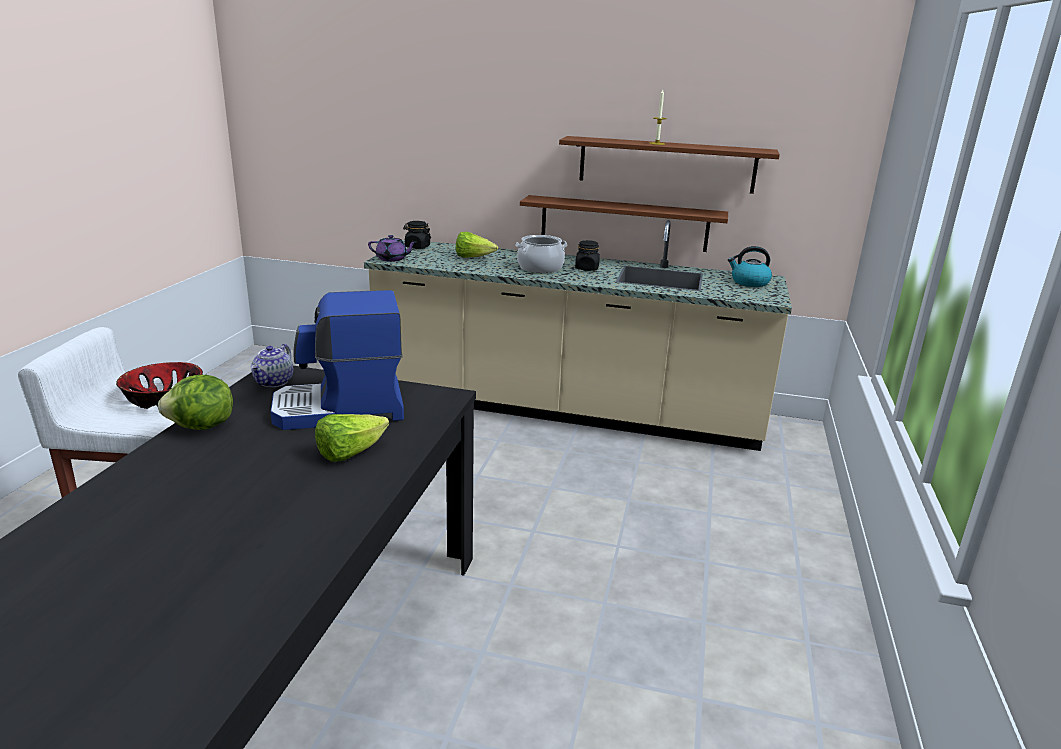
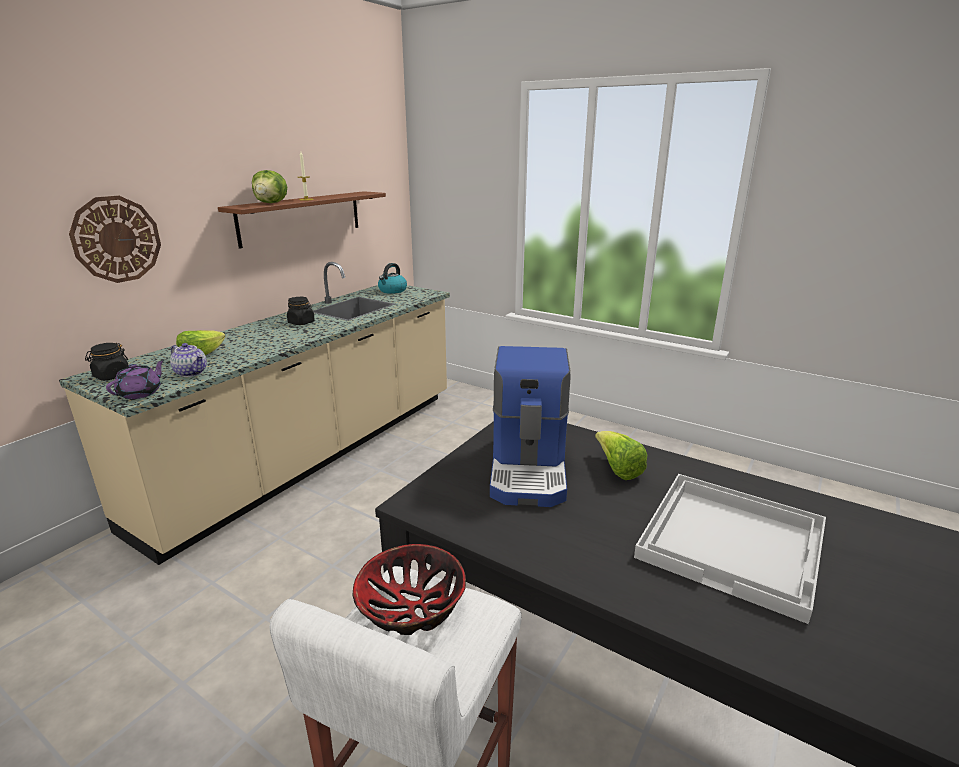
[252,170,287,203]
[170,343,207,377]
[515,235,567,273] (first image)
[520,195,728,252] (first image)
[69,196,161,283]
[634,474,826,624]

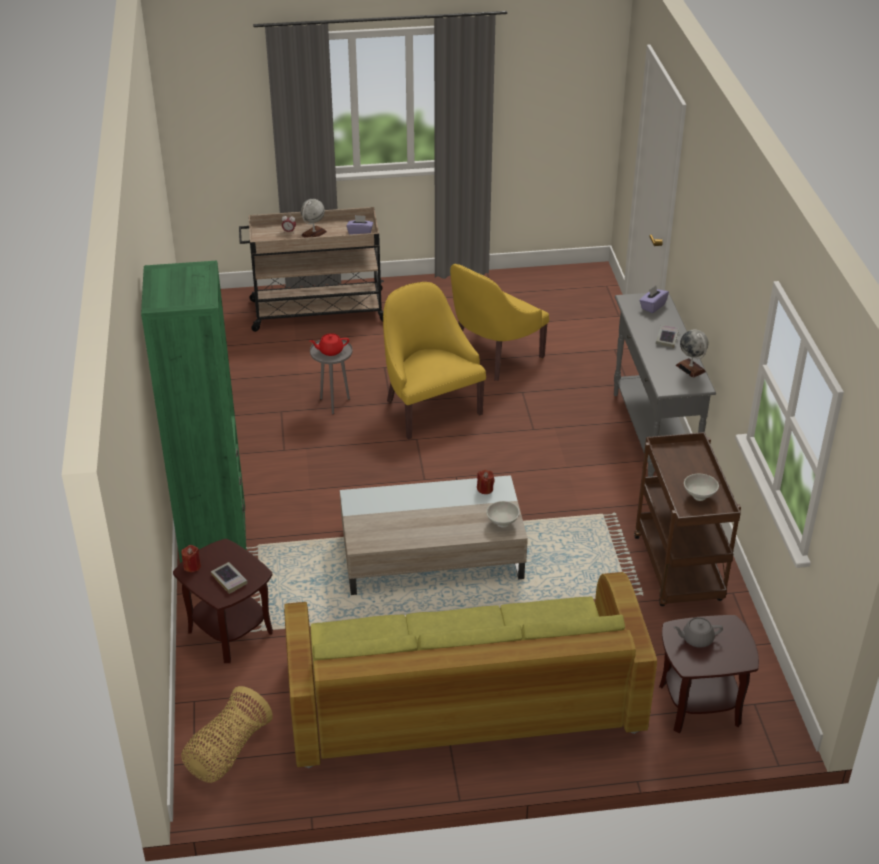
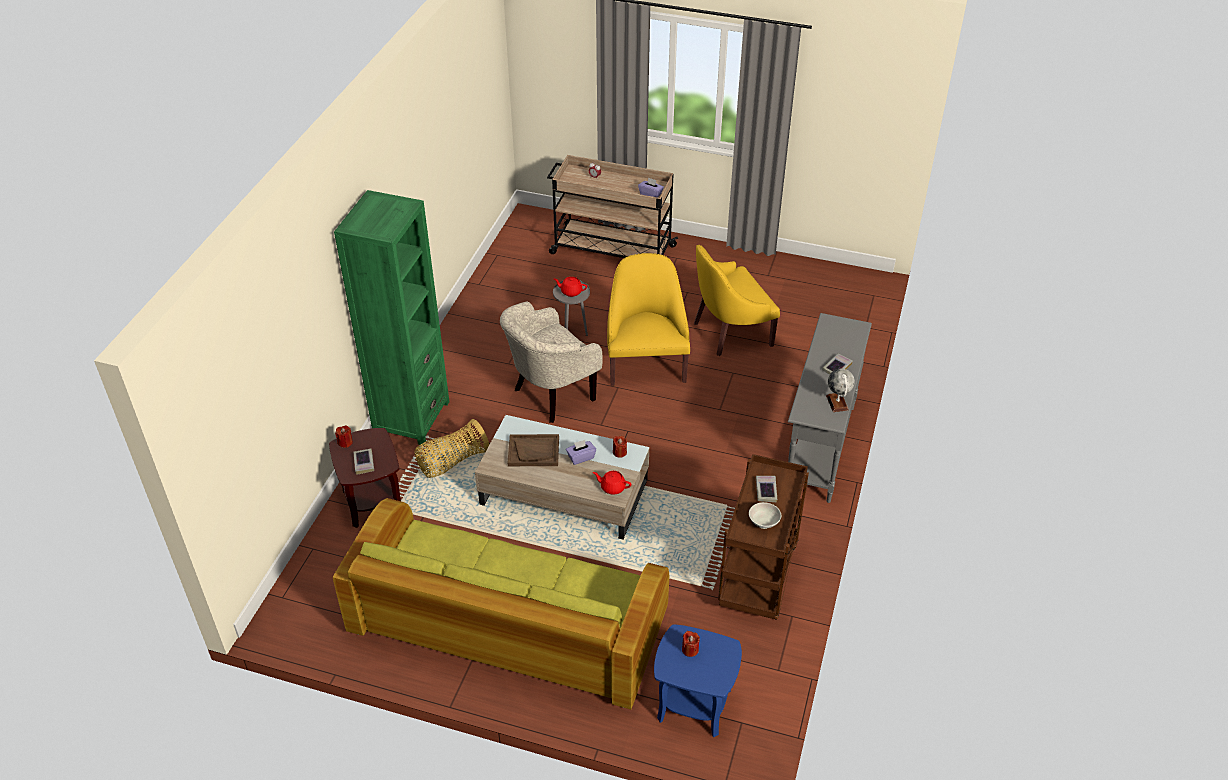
[415,419,489,478]
[301,199,327,238] (first image)
[593,471,631,495]
[566,440,596,465]
[654,624,742,737]
[682,631,700,657]
[500,301,603,423]
[508,434,559,466]
[756,476,777,502]

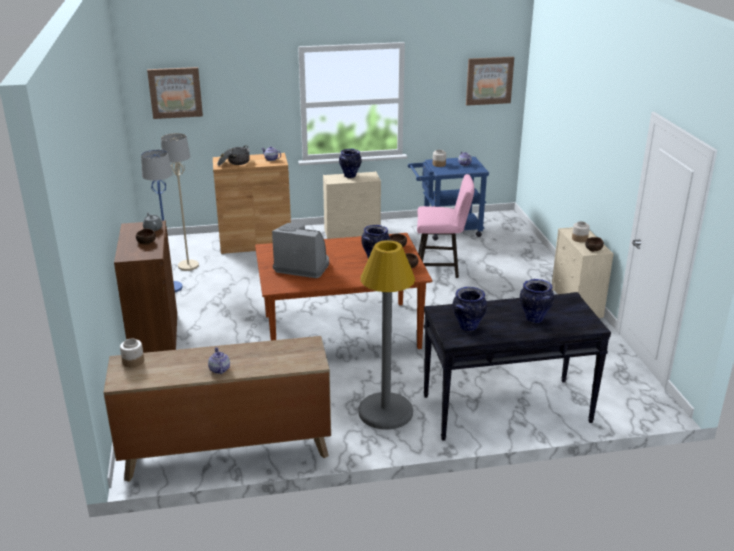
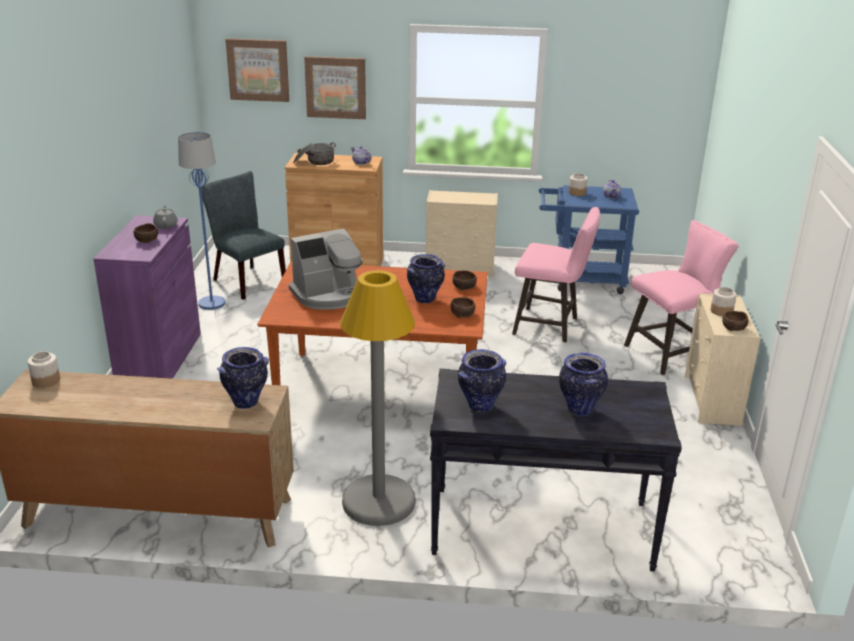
[93,215,201,379]
[201,171,286,300]
[208,347,230,374] (first image)
[289,229,363,310]
[217,347,269,409]
[304,56,366,119]
[624,220,739,375]

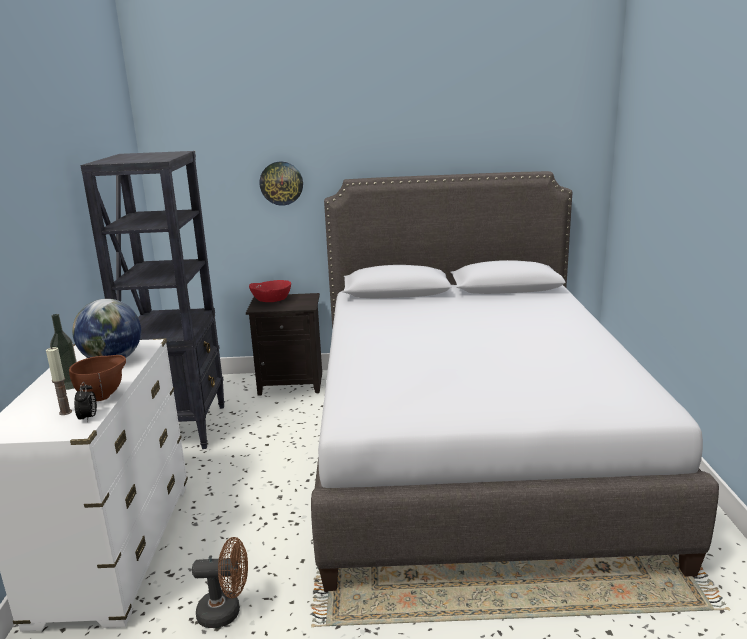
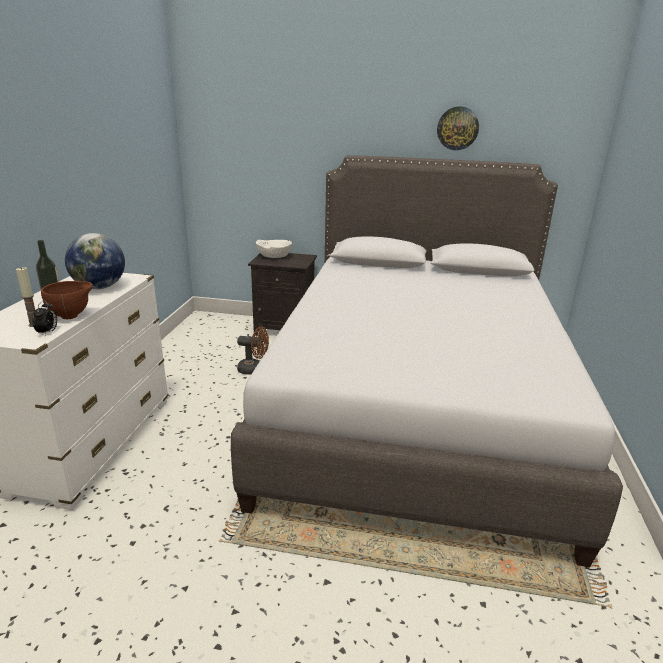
[80,151,225,449] (first image)
[237,326,269,375]
[256,240,292,258]
[437,106,479,150]

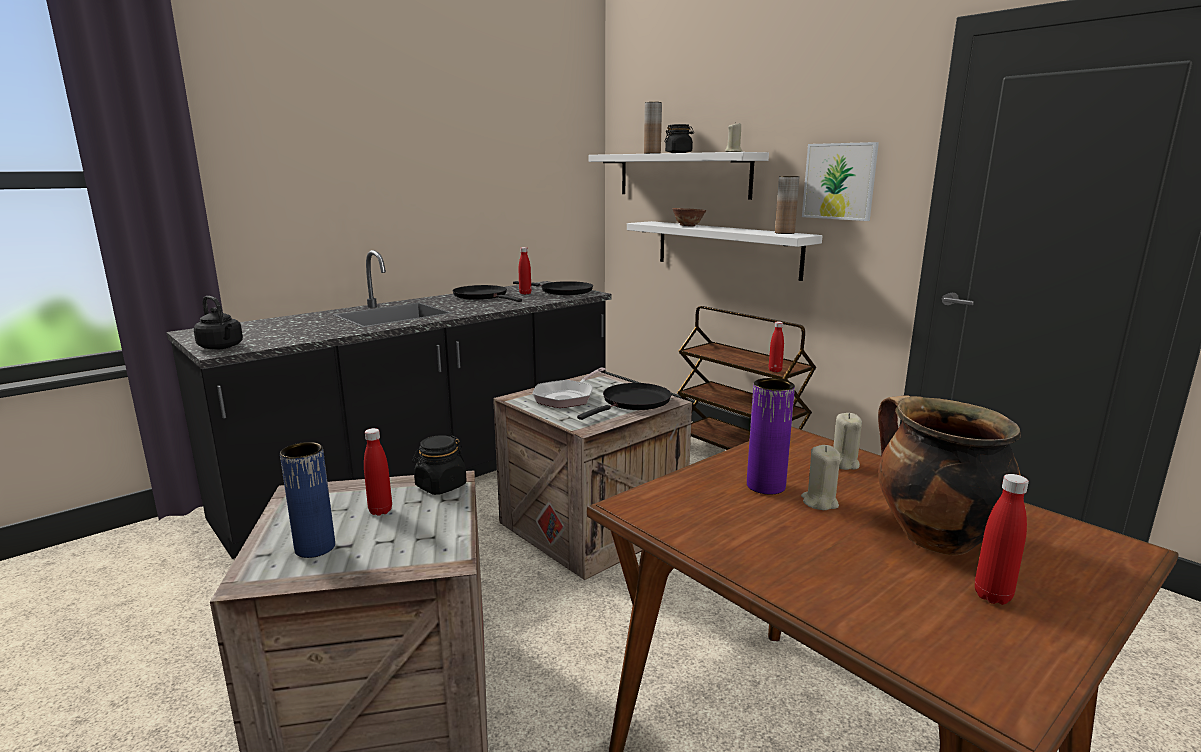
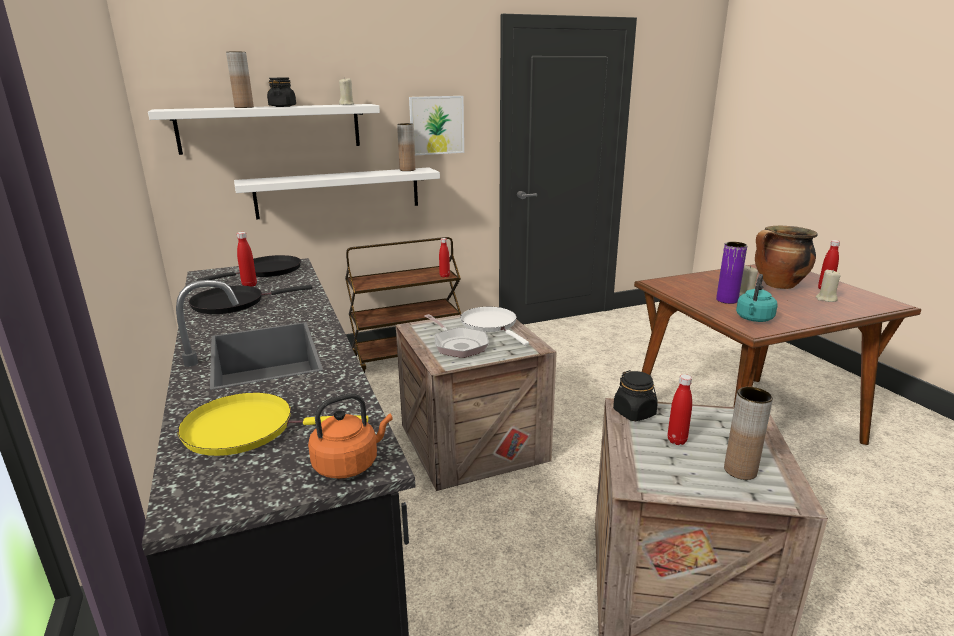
[308,393,393,479]
[724,387,773,480]
[460,307,529,345]
[673,208,706,226] (first image)
[816,270,841,302]
[178,392,369,456]
[736,274,778,322]

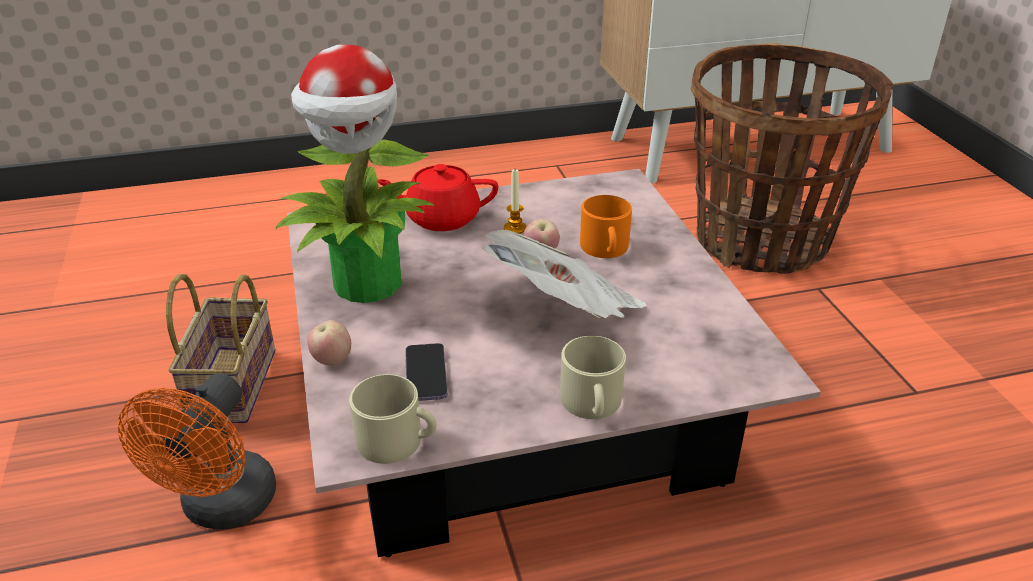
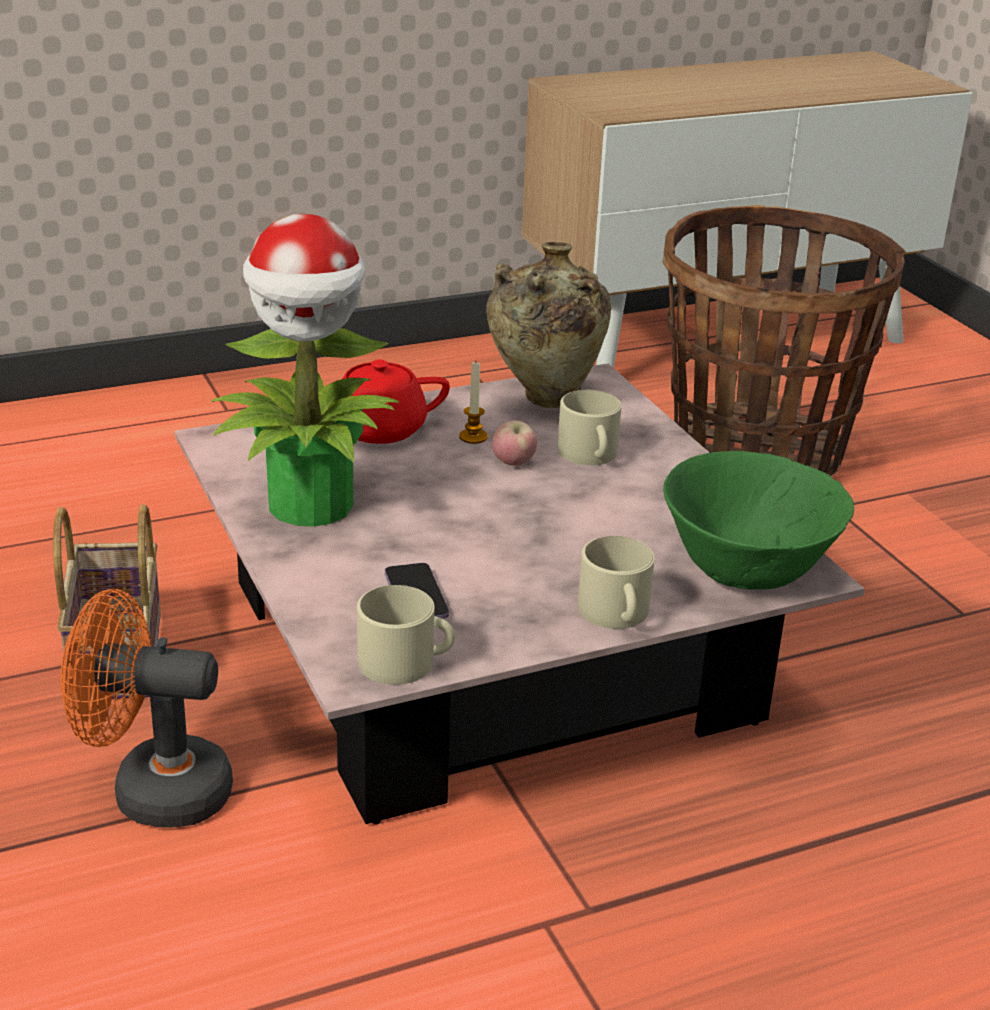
[61,589,233,828]
[307,320,351,366] (first image)
[482,230,647,319] (first image)
[558,390,622,466]
[486,242,612,408]
[663,451,854,590]

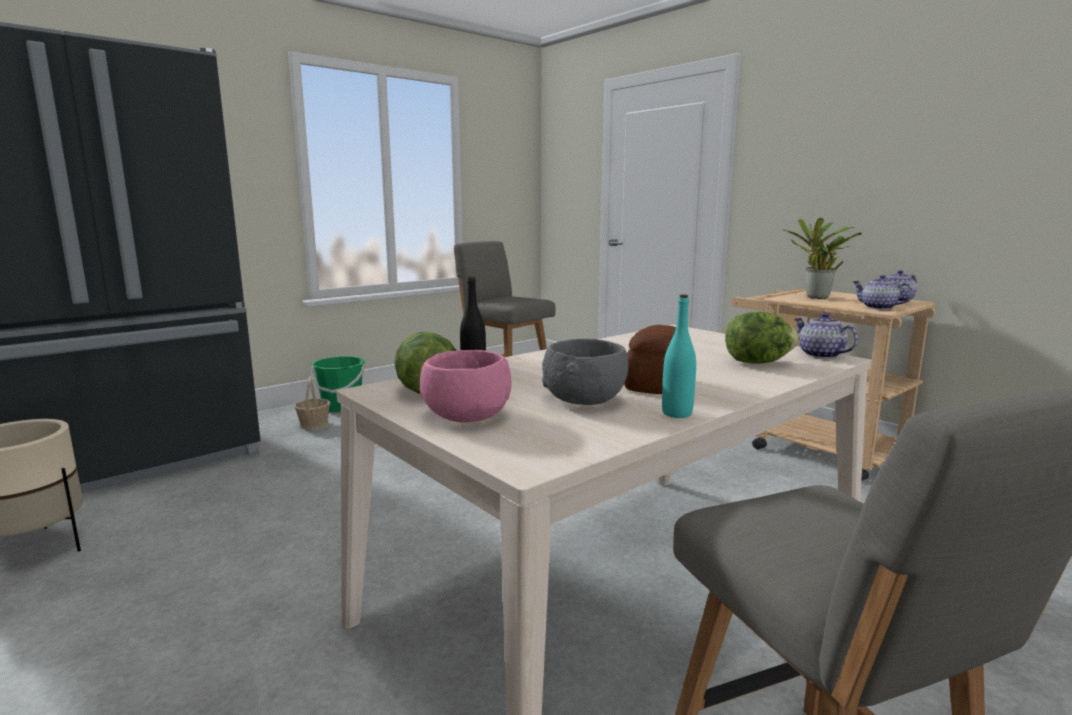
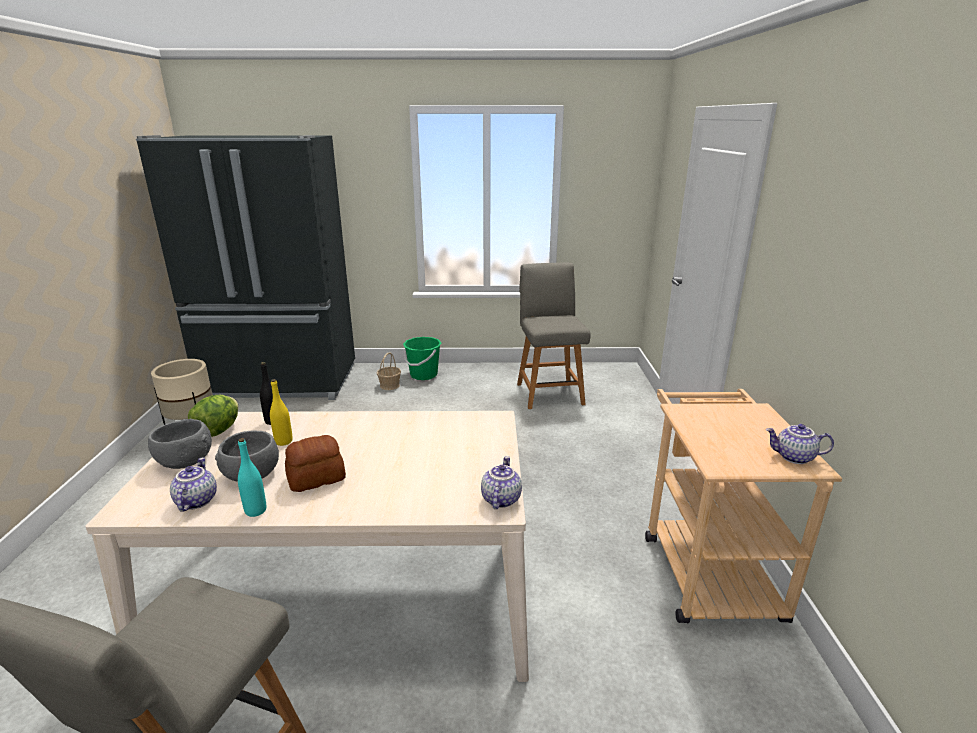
[148,419,212,469]
[725,312,799,364] (first image)
[783,218,861,299] (first image)
[170,457,217,512]
[270,379,293,446]

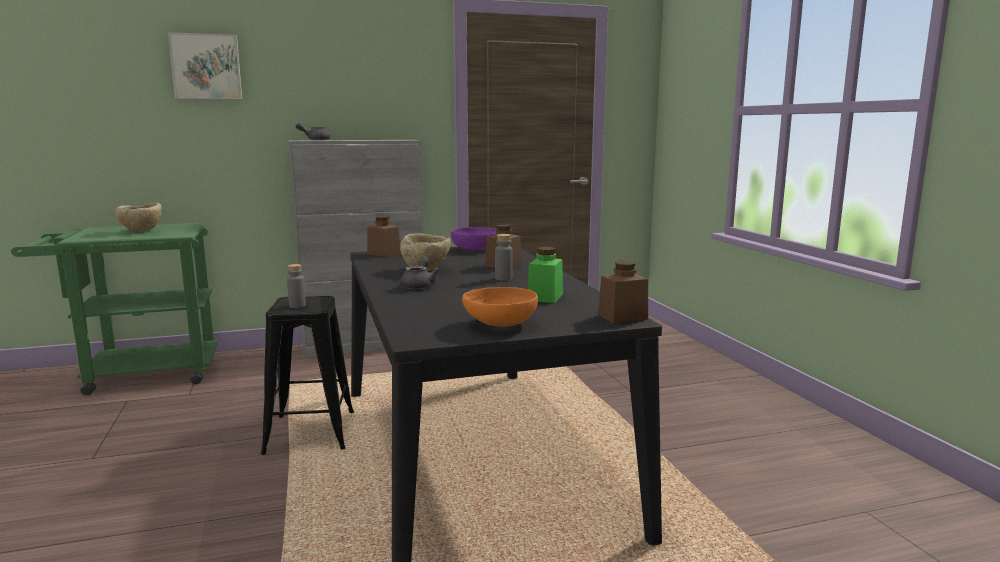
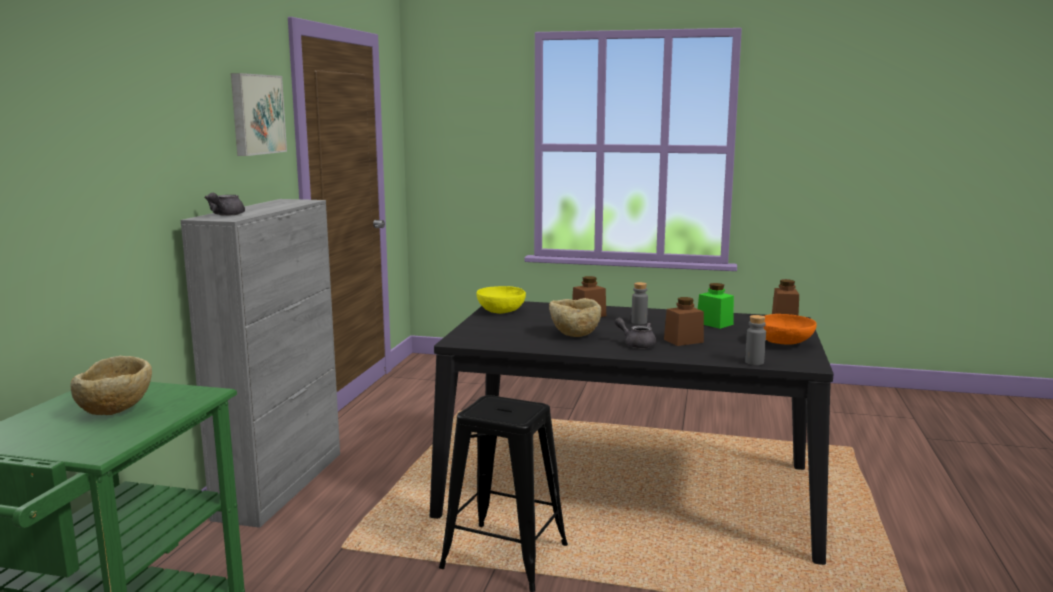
[231,73,287,156]
[745,315,766,365]
[664,297,704,346]
[476,286,526,314]

